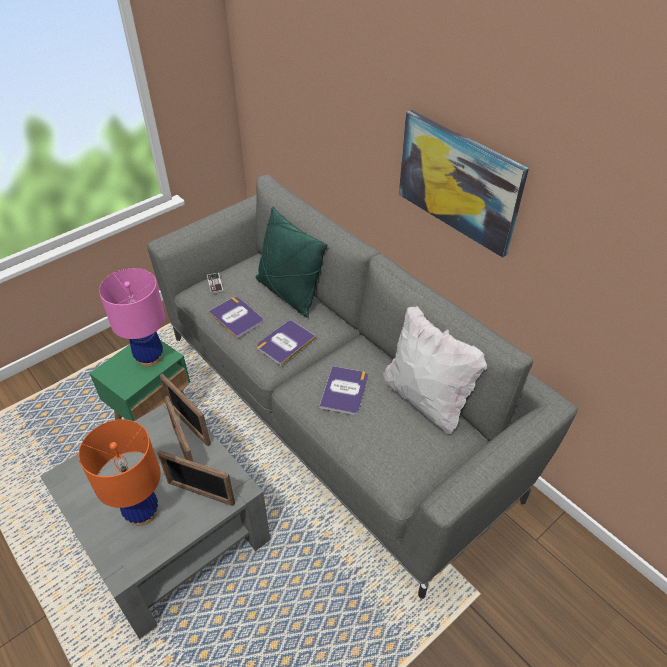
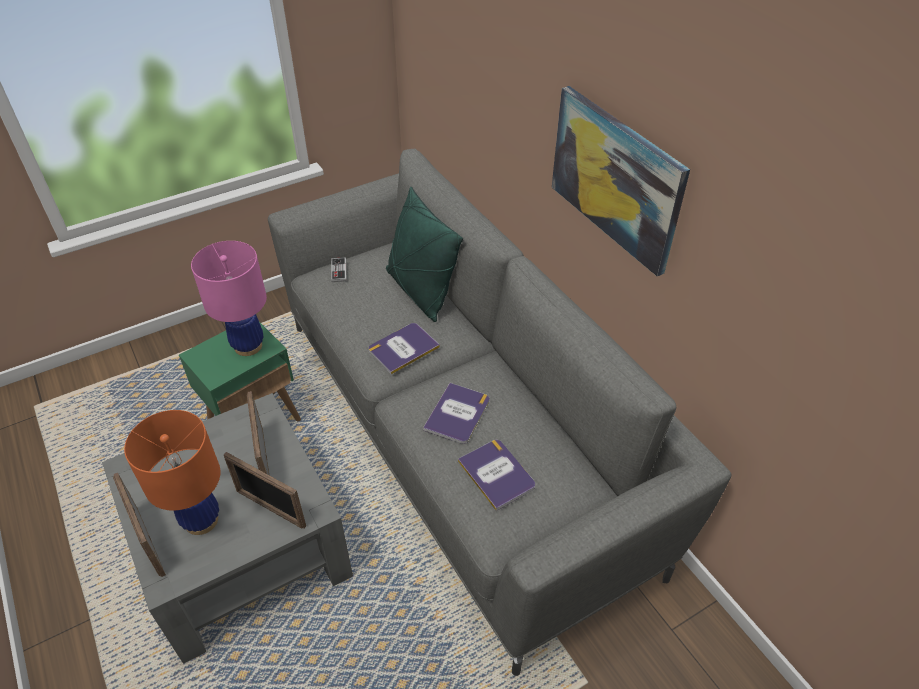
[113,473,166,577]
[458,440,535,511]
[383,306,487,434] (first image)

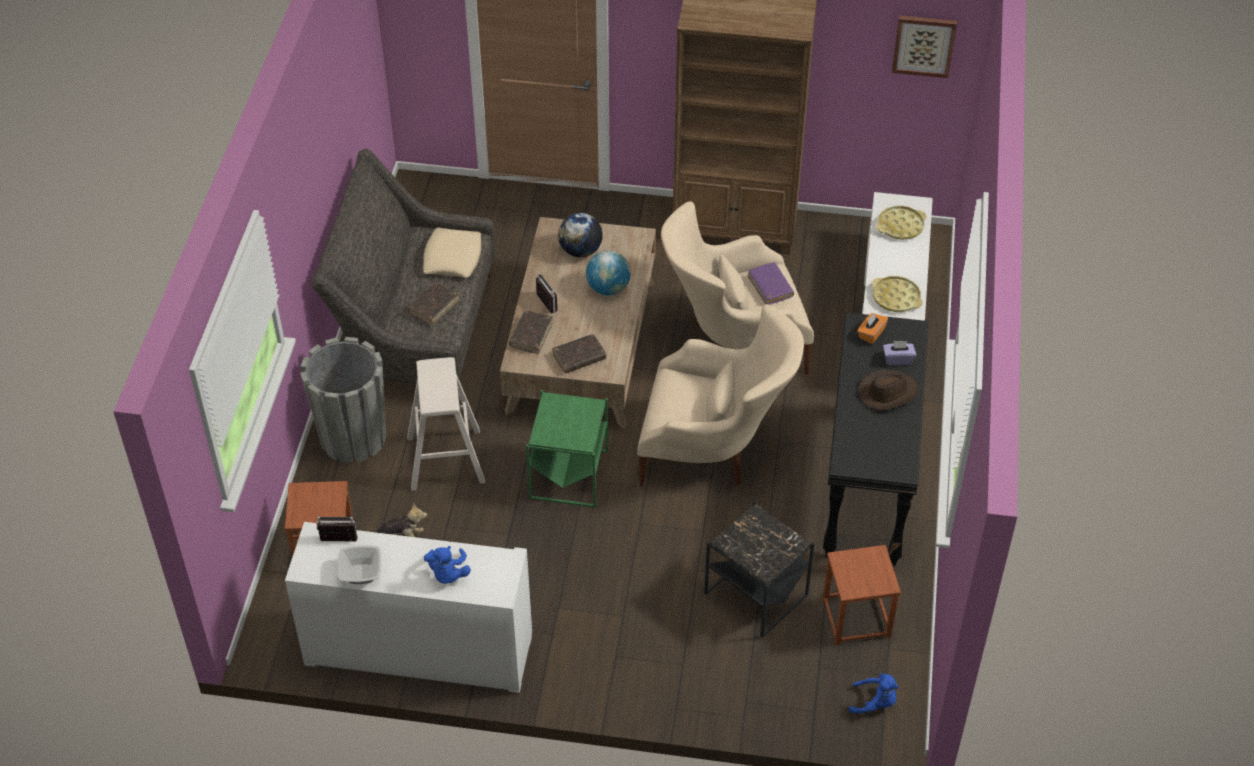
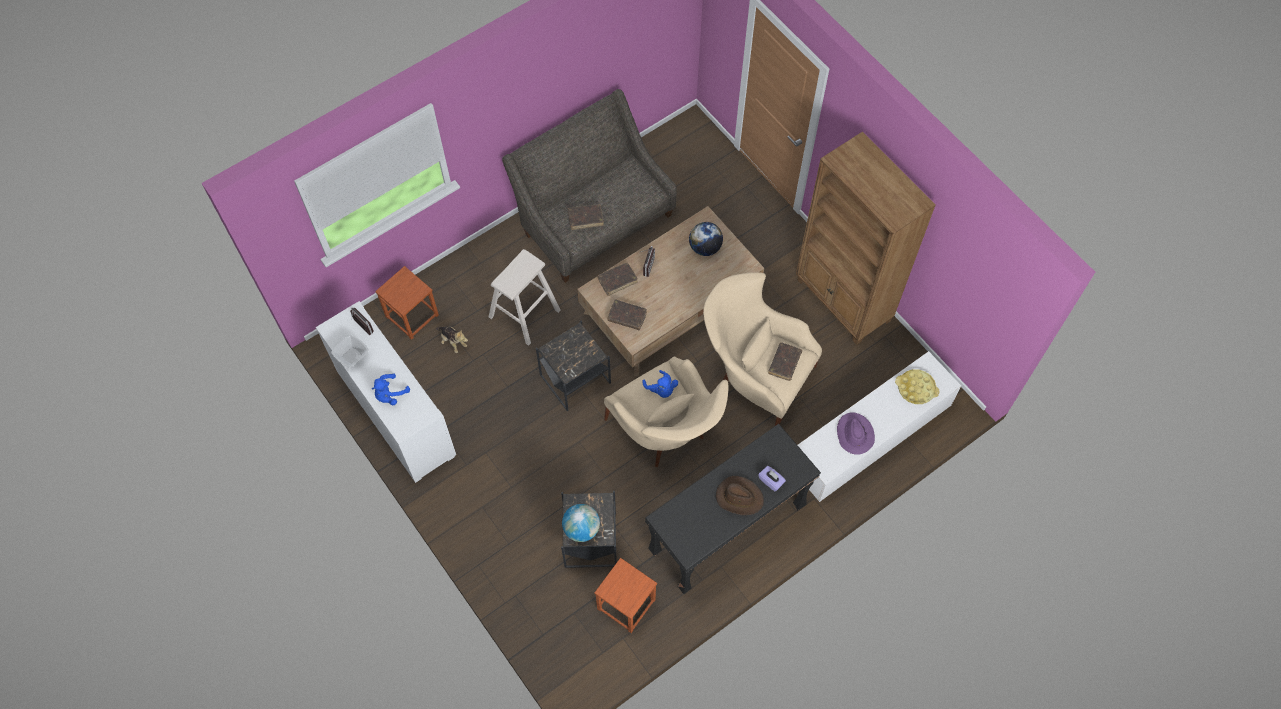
[300,337,386,463] (first image)
[423,228,481,277] (first image)
[536,321,611,411]
[562,504,600,542]
[768,342,802,381]
[642,370,678,398]
[857,313,888,344] (first image)
[837,413,875,455]
[892,15,957,78] (first image)

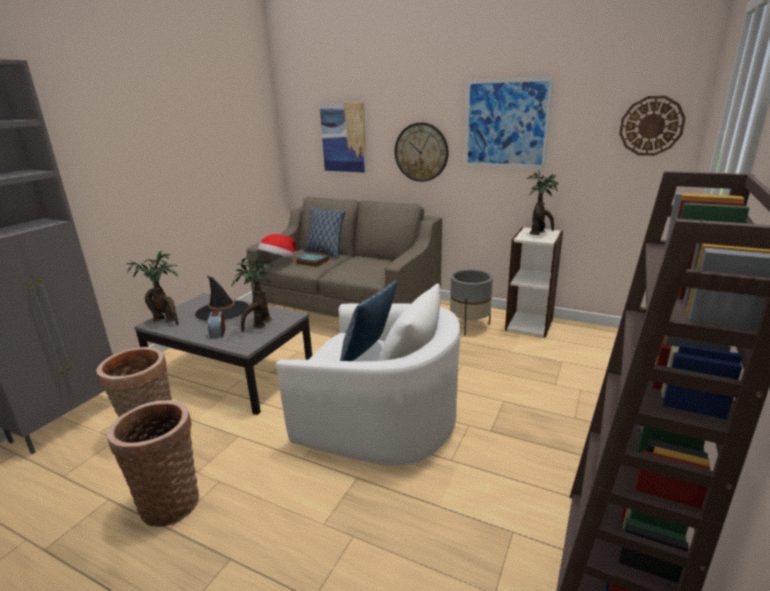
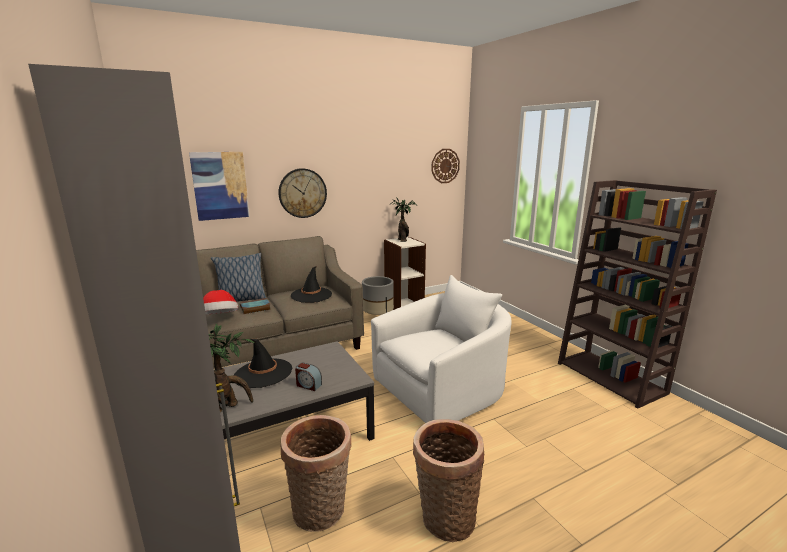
[231,254,273,332] (first image)
[340,280,398,361] (first image)
[465,77,554,168] (first image)
[291,266,332,303]

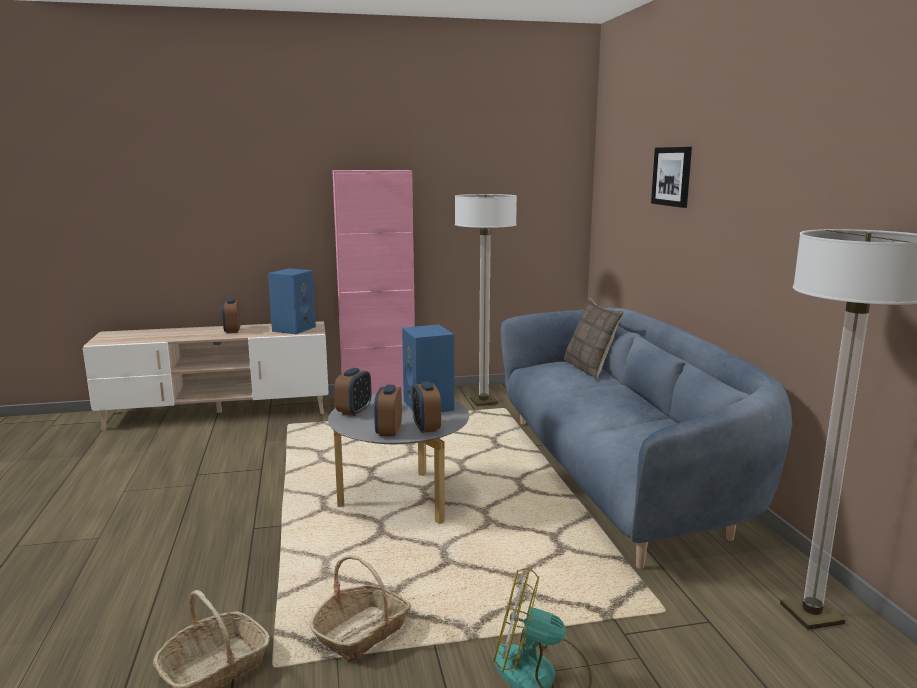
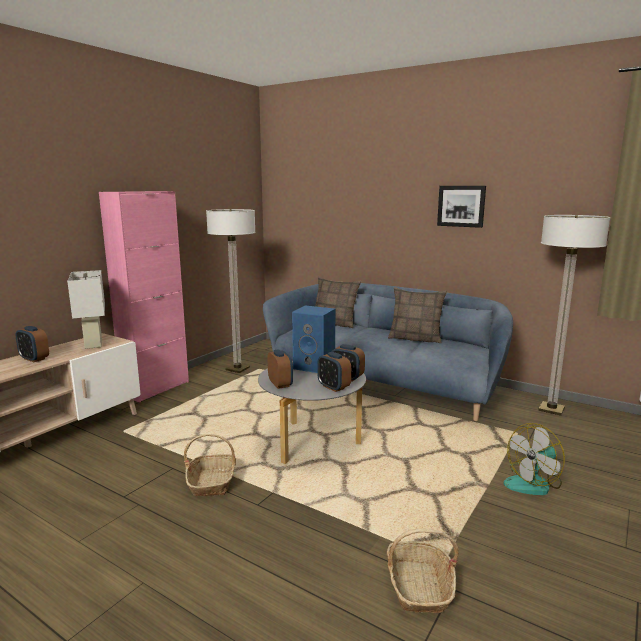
[67,270,105,349]
[184,434,236,496]
[437,186,486,228]
[388,287,447,343]

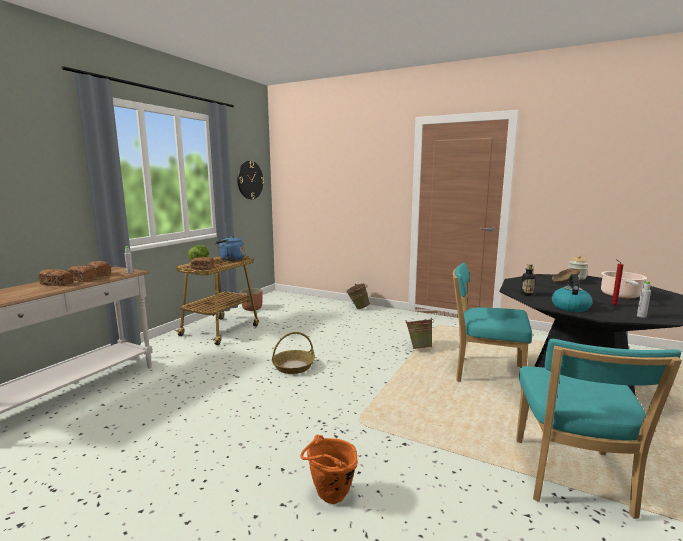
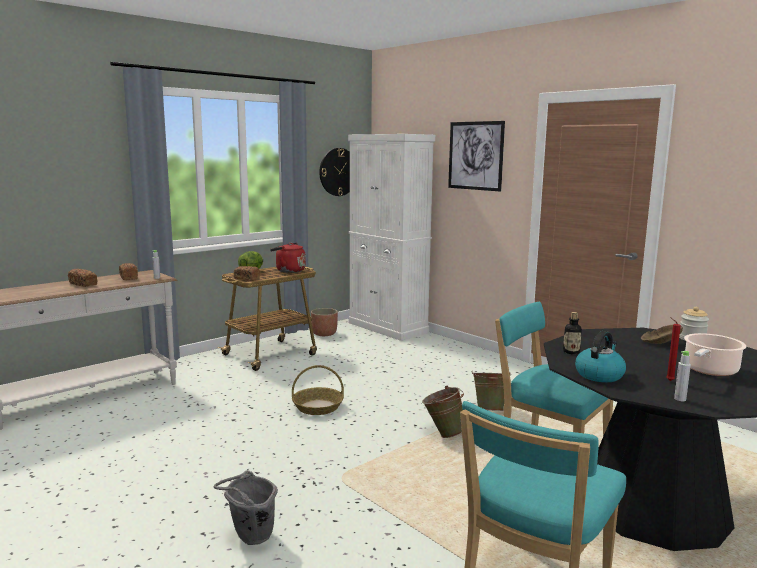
[67,266,97,282] (first image)
[270,243,306,273]
[214,470,278,545]
[422,386,464,438]
[348,134,435,341]
[448,121,505,192]

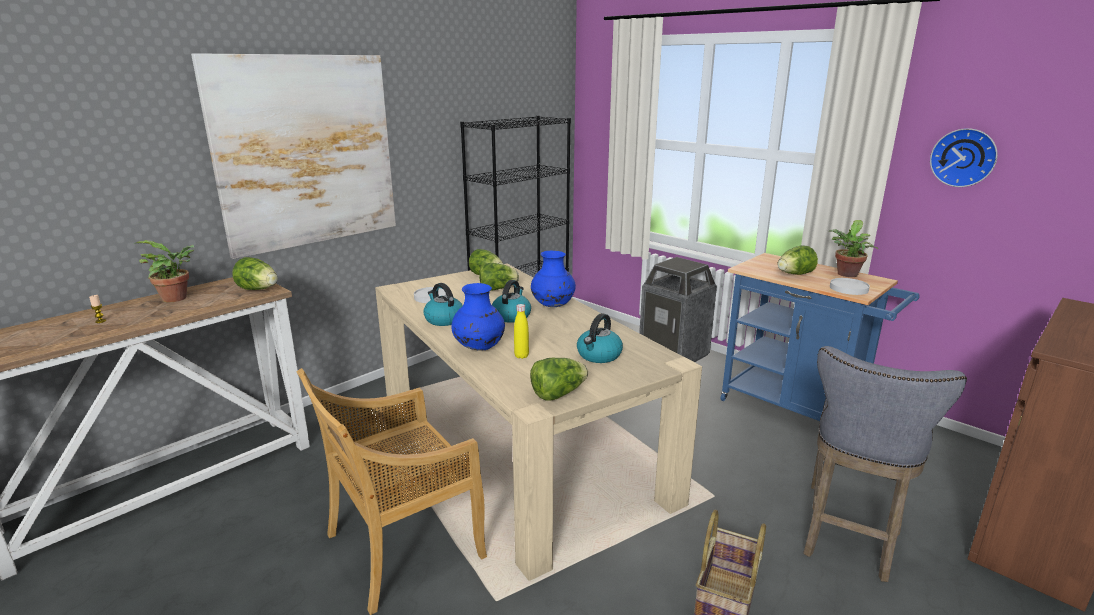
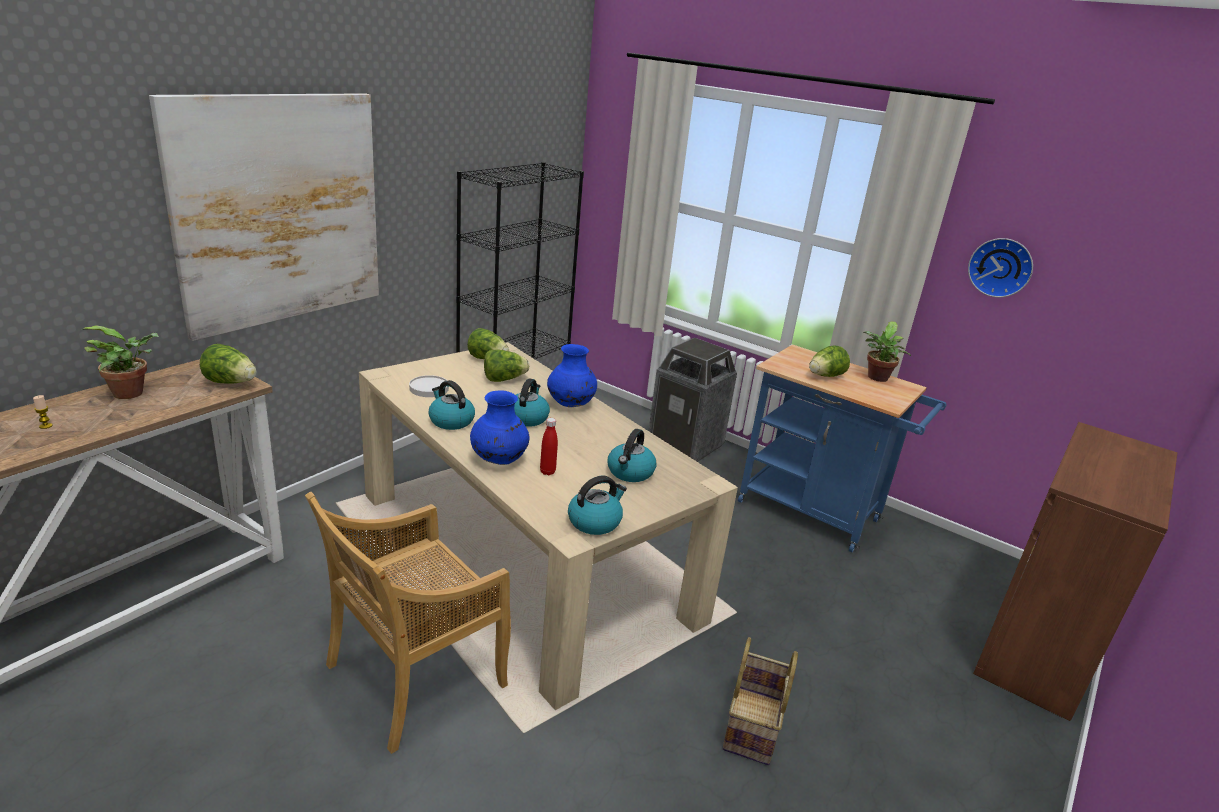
[540,418,558,475]
[568,475,627,535]
[803,346,967,582] (first image)
[830,278,870,295] (first image)

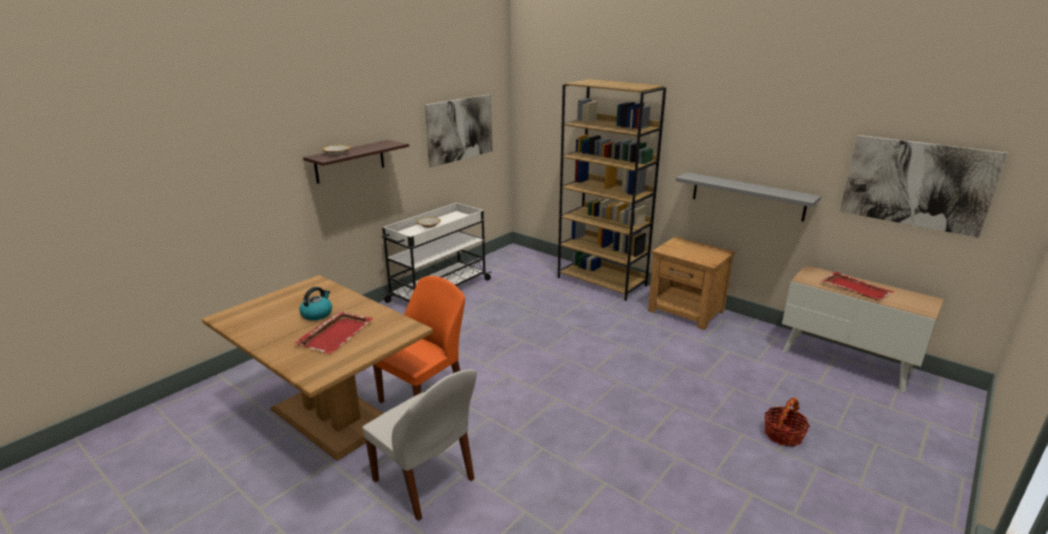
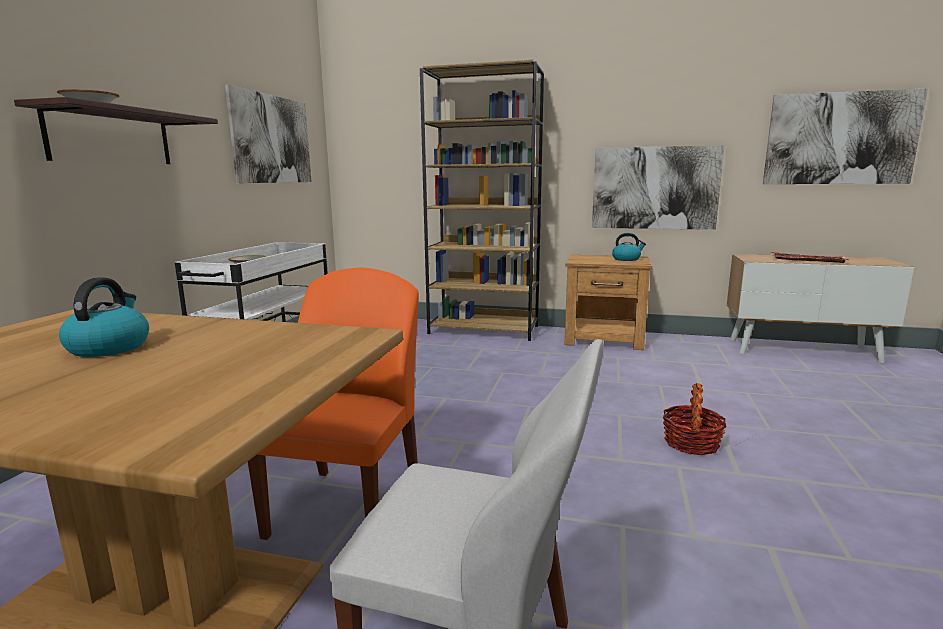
[294,311,373,354] (first image)
[592,145,724,230]
[663,383,727,455]
[612,233,646,261]

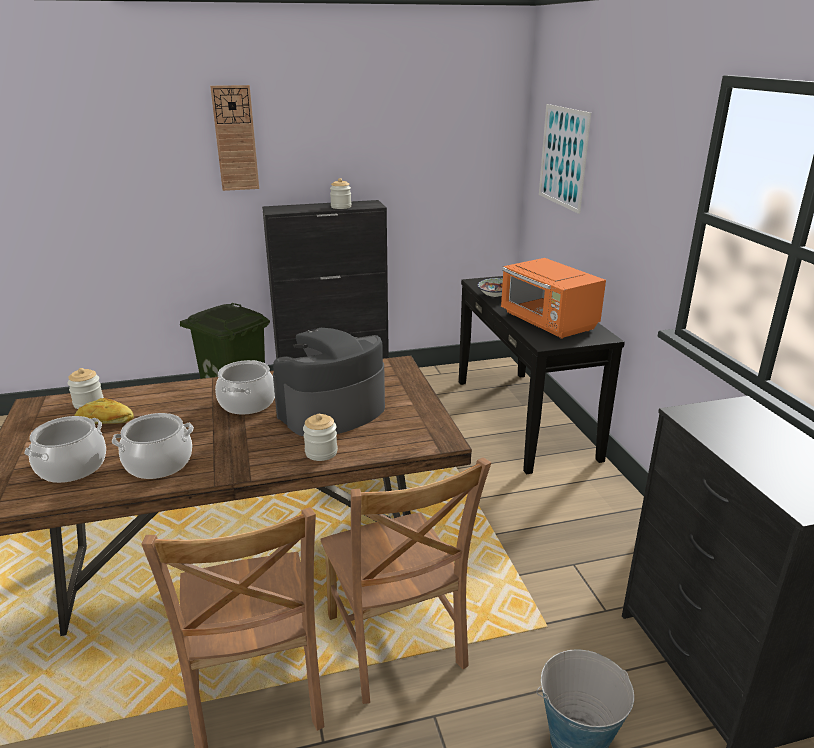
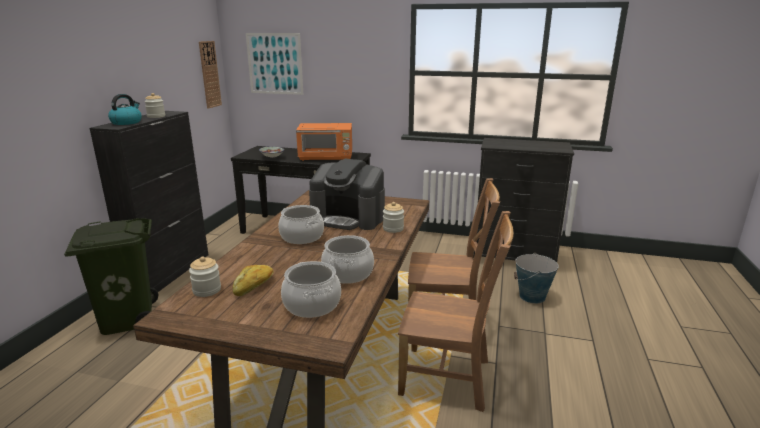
[199,41,222,109]
[309,159,385,230]
[108,94,142,125]

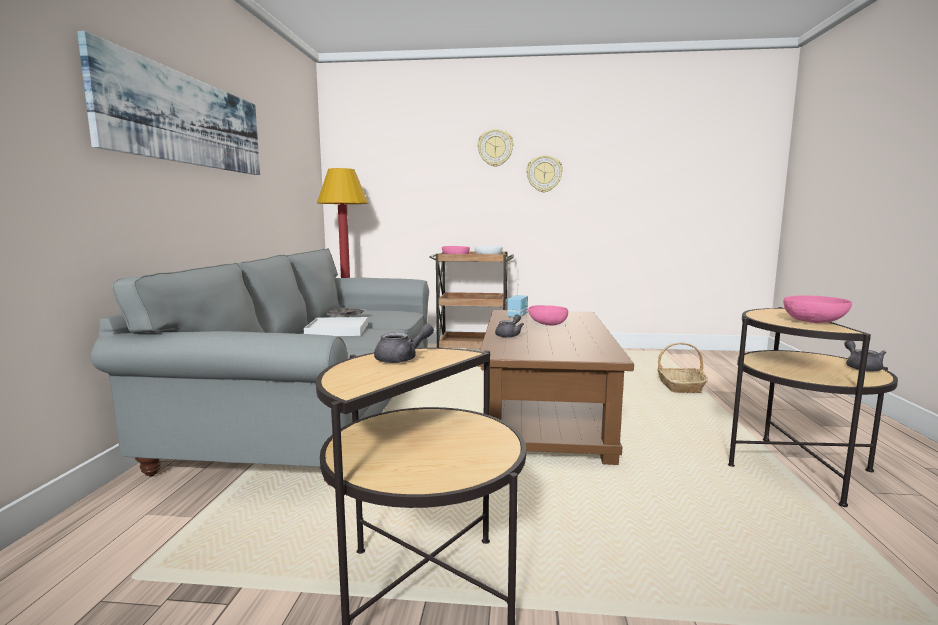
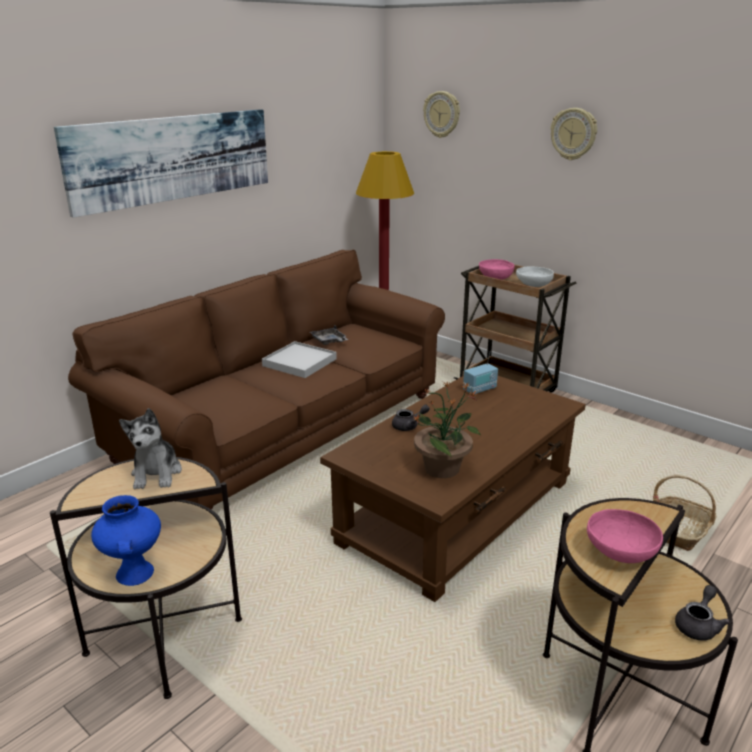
[68,250,445,510]
[119,408,182,489]
[423,91,460,138]
[528,305,568,325] (first image)
[91,495,161,586]
[412,381,481,478]

